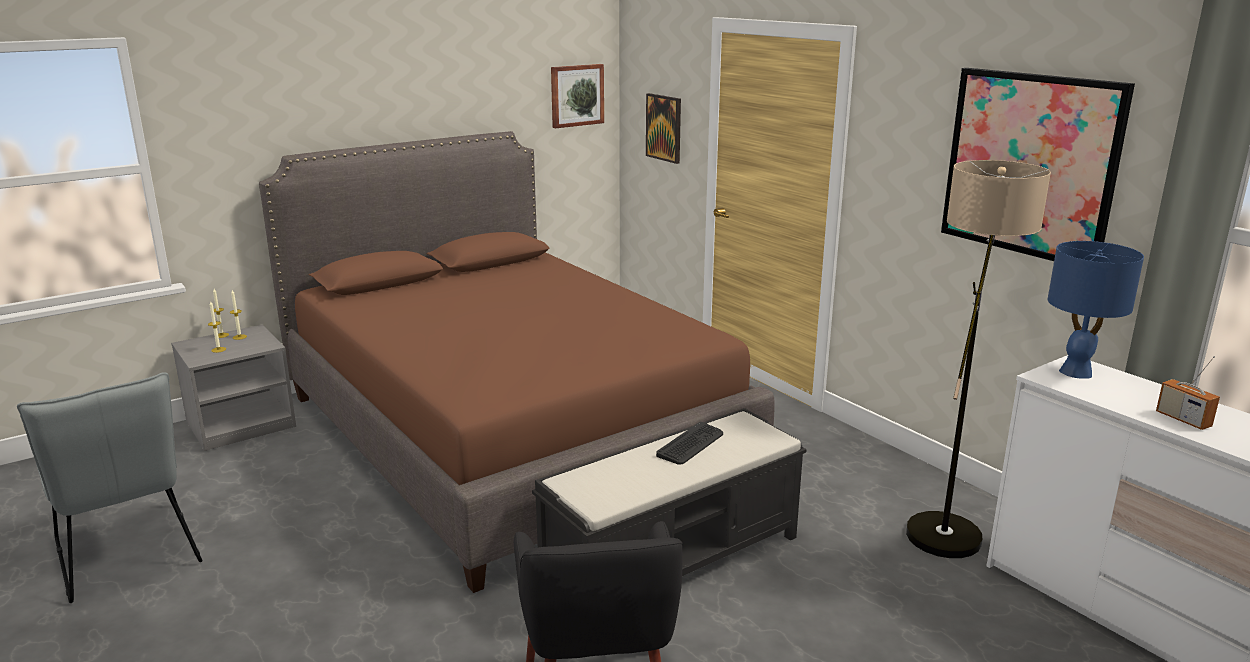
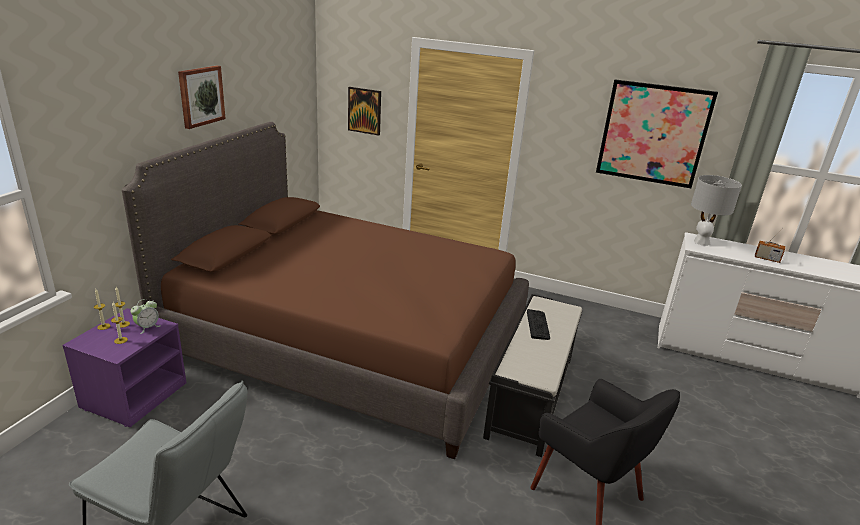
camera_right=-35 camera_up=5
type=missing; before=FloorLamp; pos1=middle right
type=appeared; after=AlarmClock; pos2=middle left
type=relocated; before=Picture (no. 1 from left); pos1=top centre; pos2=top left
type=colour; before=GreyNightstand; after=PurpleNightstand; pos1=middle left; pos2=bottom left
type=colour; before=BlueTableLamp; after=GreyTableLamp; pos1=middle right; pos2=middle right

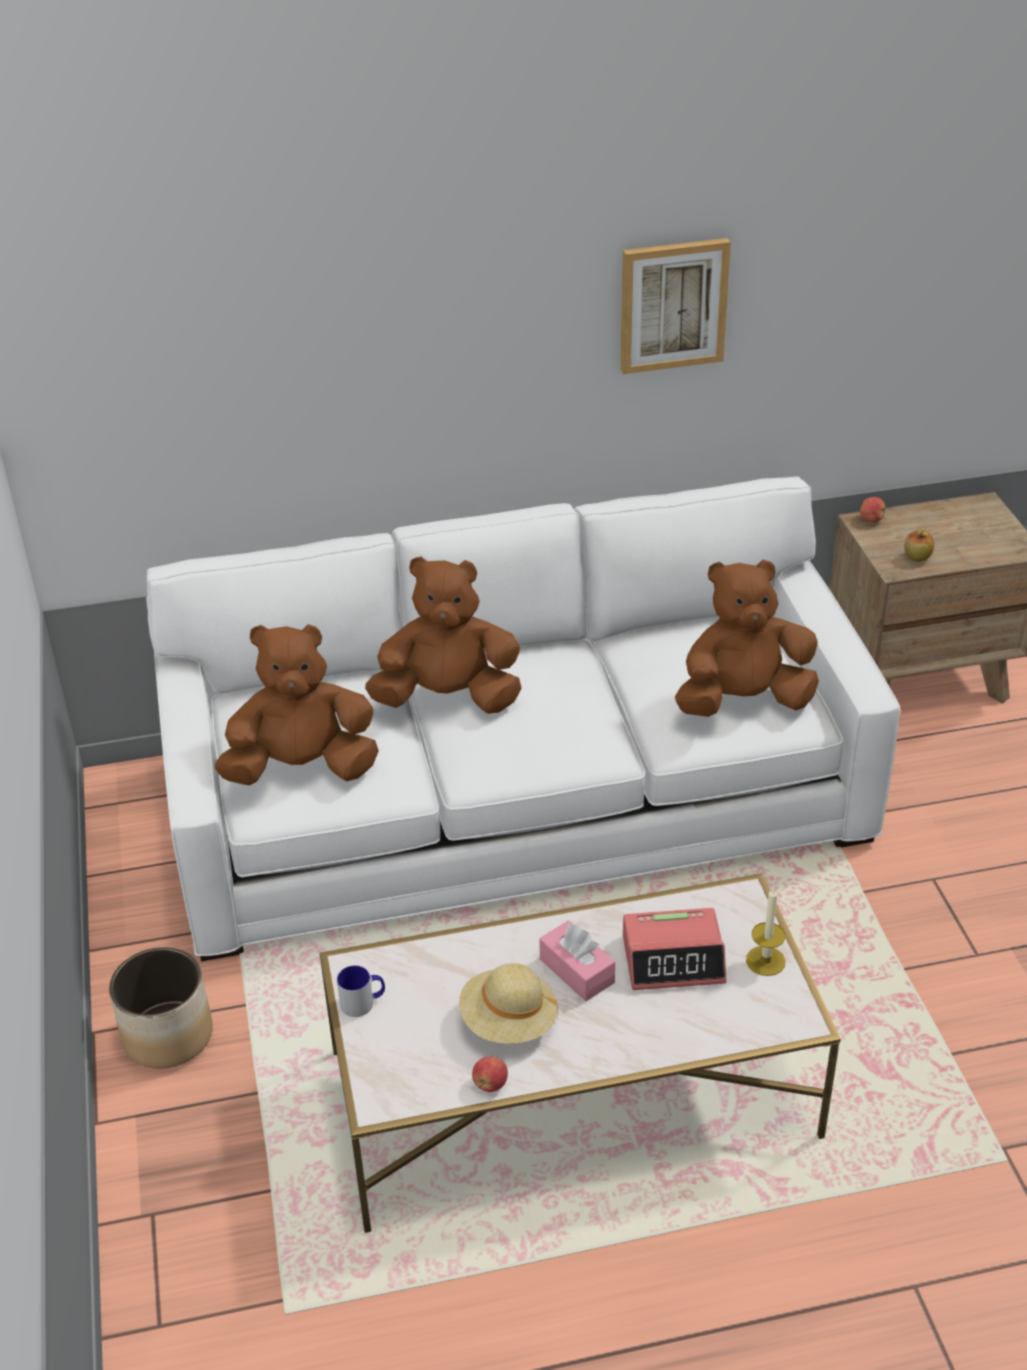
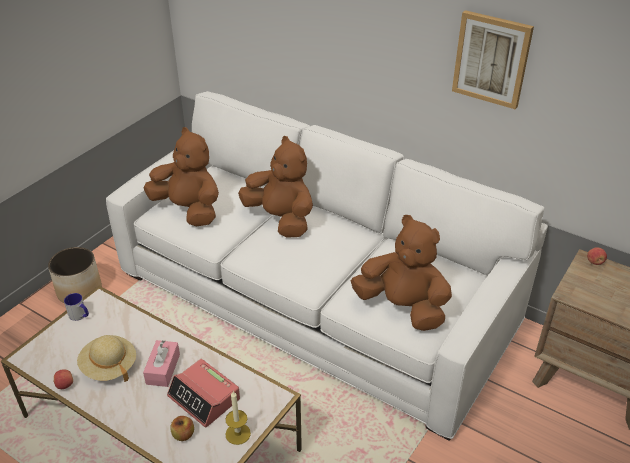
camera_right=45 camera_up=0
type=relocated; before=Apple (no. 3 from left in the first image); after=Apple (no. 2 from left); pos1=middle right; pos2=bottom left

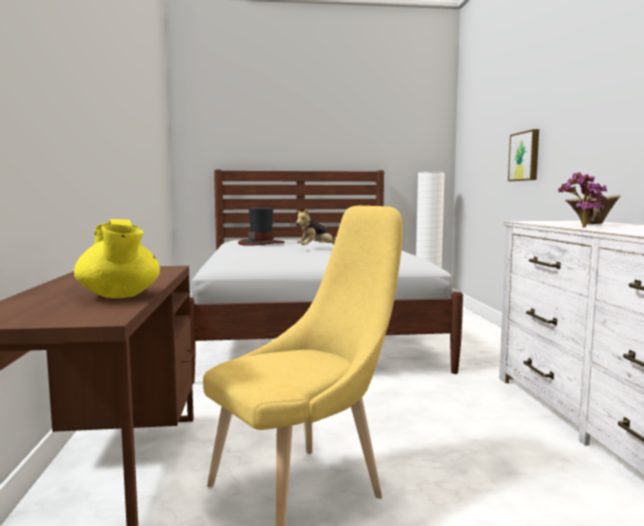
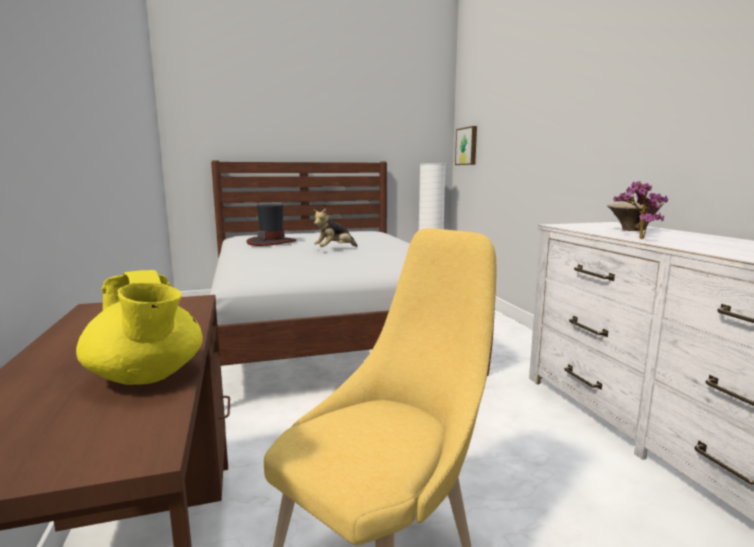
camera_right=-10 camera_up=5
type=relocated; before=Picture; pos1=top right; pos2=top centre

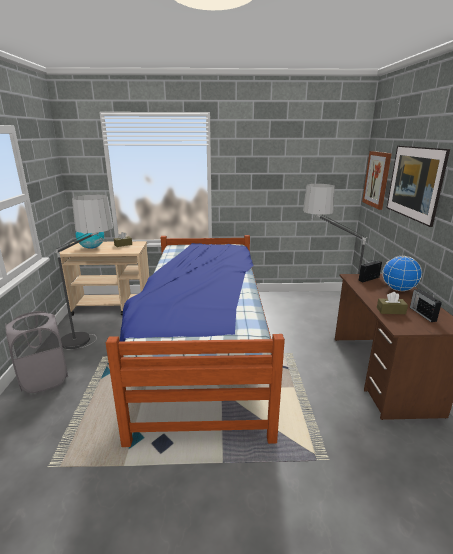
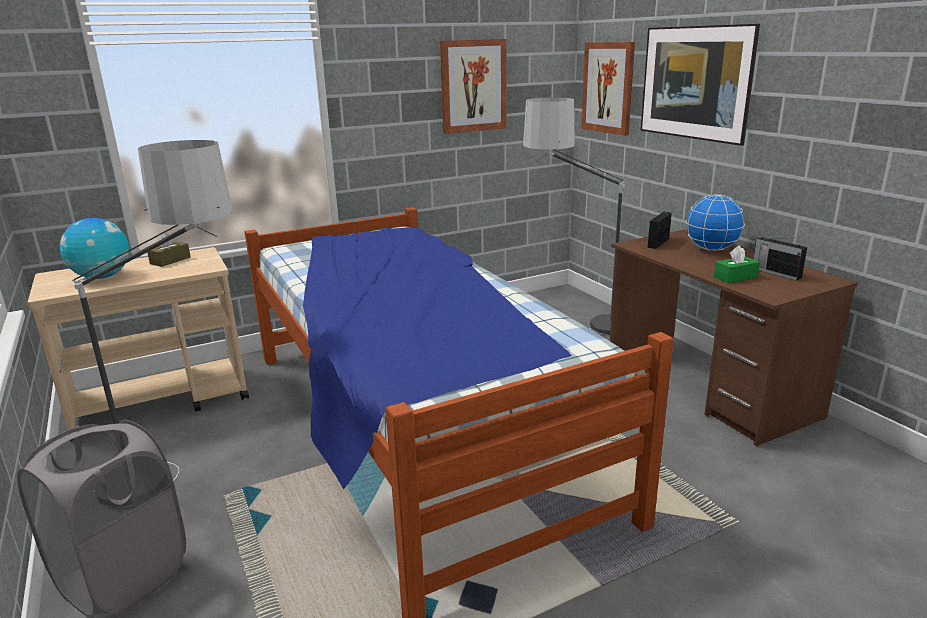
camera_right=-25 camera_up=0
type=appeared; after=Picture (no. 1 from left); pos2=top centre
type=colour; before=BrownTissueBox (no. 2 from left); after=GreenTissueBox; pos1=middle right; pos2=middle right

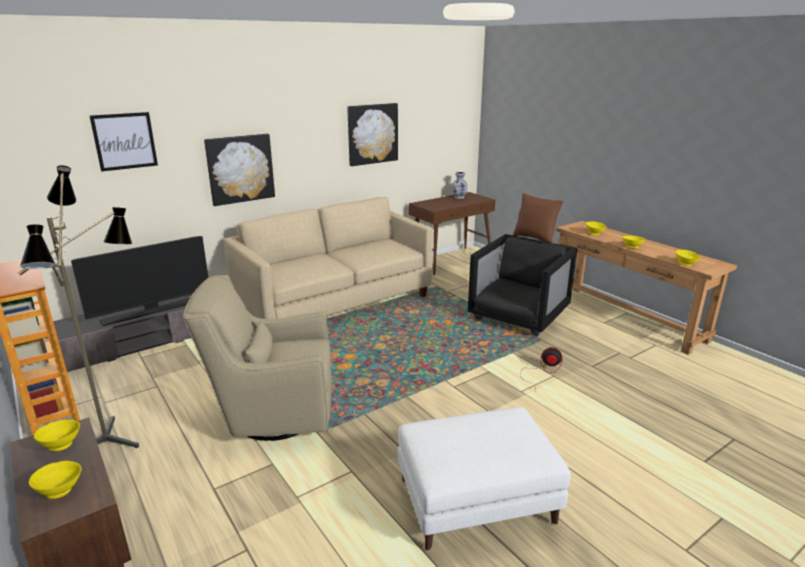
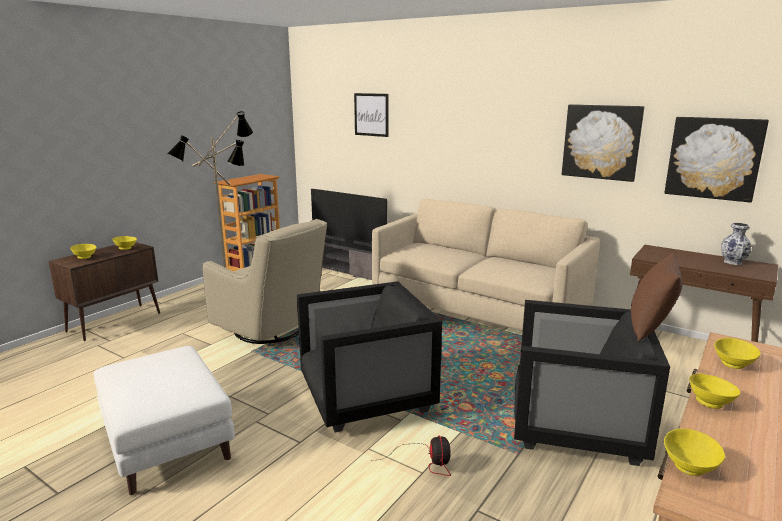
camera_right=70 camera_up=-5
type=appeared; after=BlackArmchair (no. 1 from left); pos2=bottom centre
type=relocated; before=Picture (no. 2 from left in the first image); after=Picture (no. 3 from left); pos1=top left; pos2=top right
type=spun; before=BeigeArmchair; pos1=middle left; pos2=centre; turn=150

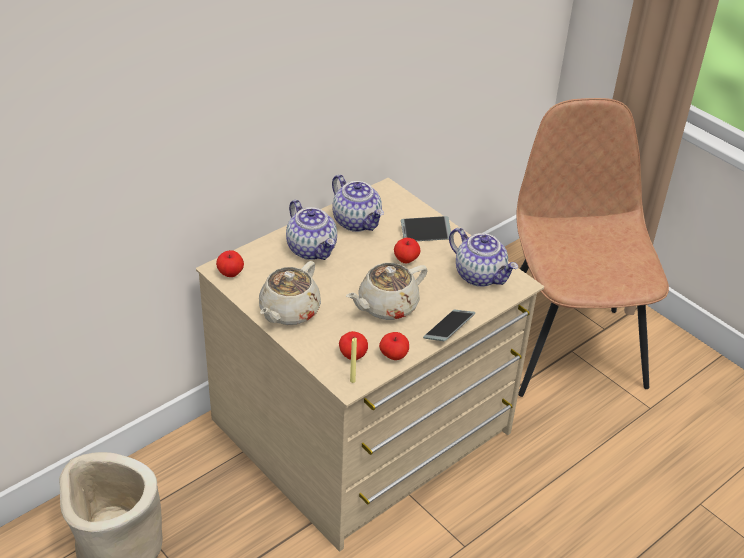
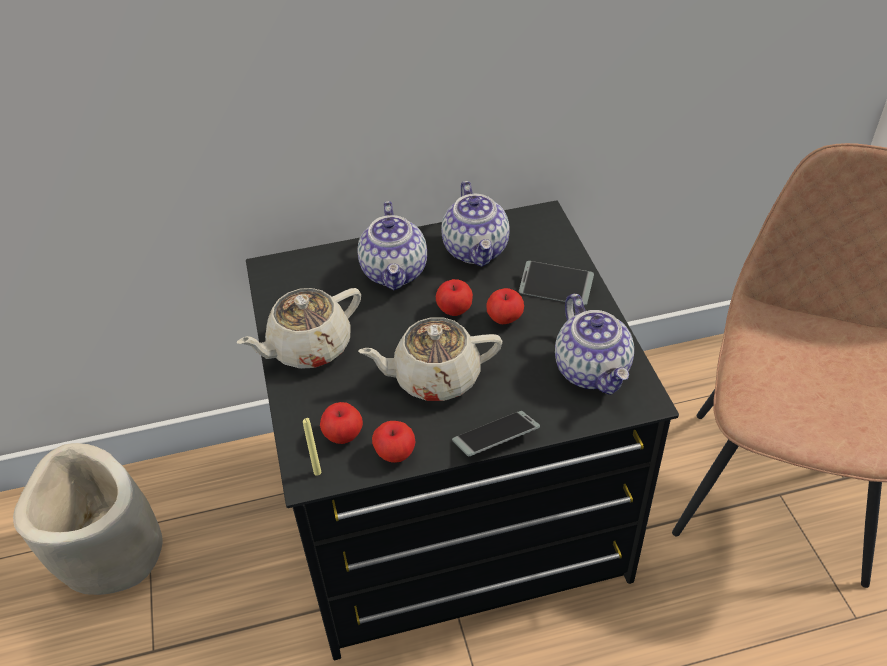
camera_right=30 camera_up=5
type=relocated; before=Apple (no. 1 from left in the first image); after=Apple (no. 3 from left); pos1=middle left; pos2=centre
type=colour; before=BeigeDresser; after=BlackDresser; pos1=centre; pos2=centre

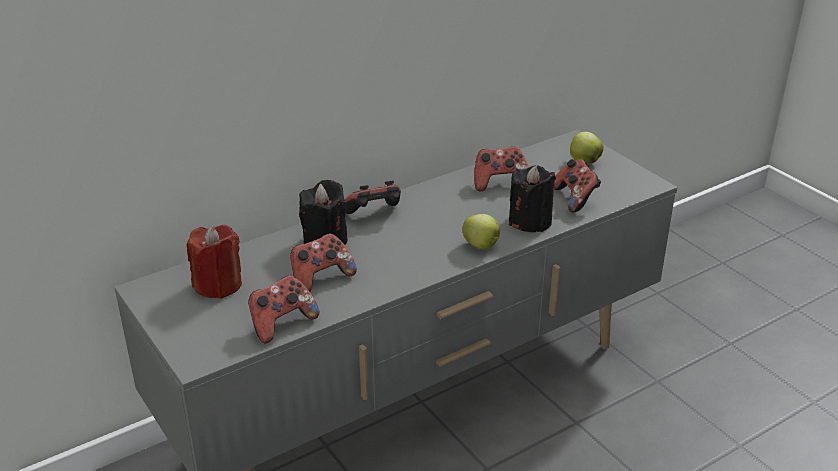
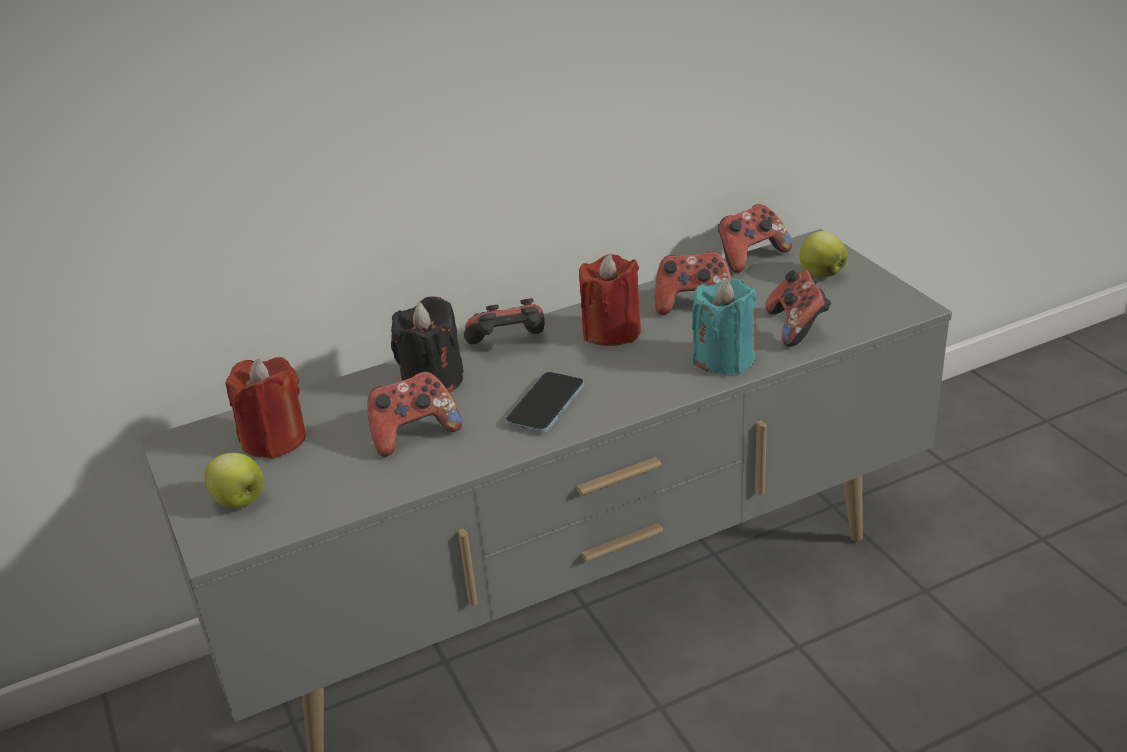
camera_right=10 camera_up=0
type=appeared; after=Phone; pos2=centre
type=appeared; after=RedCandle (no. 2 from left); pos2=centre
type=relocated; before=GameController (no. 1 from left in the first image); after=GameController (no. 4 from left); pos1=centre; pos2=top right
type=relocated; before=Apple (no. 1 from left); pos1=centre; pos2=middle left
type=colour; before=BlackCandle (no. 2 from left); after=TurquoiseCandle; pos1=centre; pos2=centre

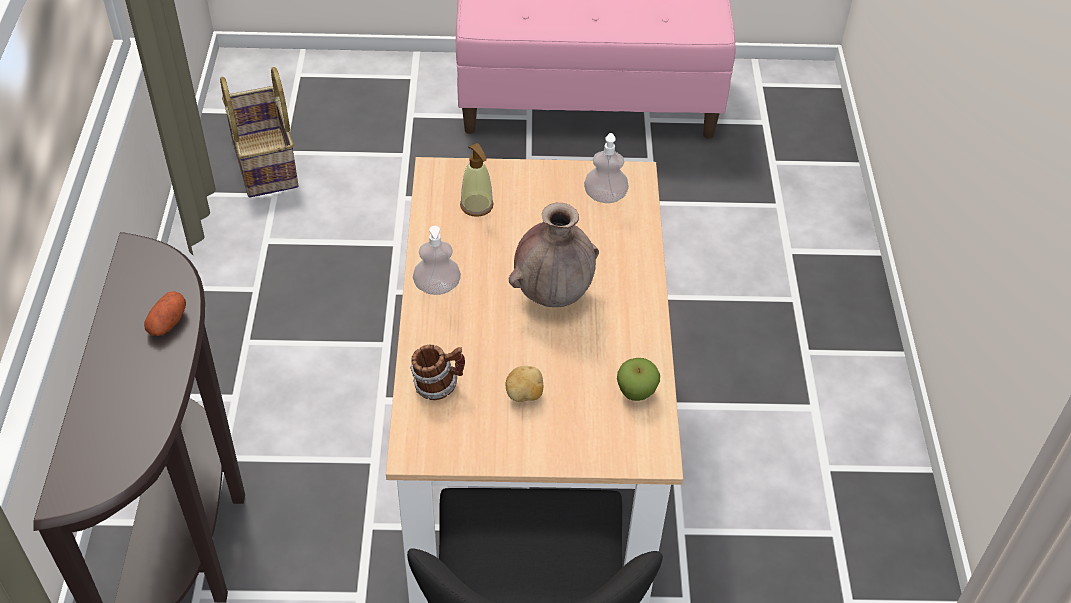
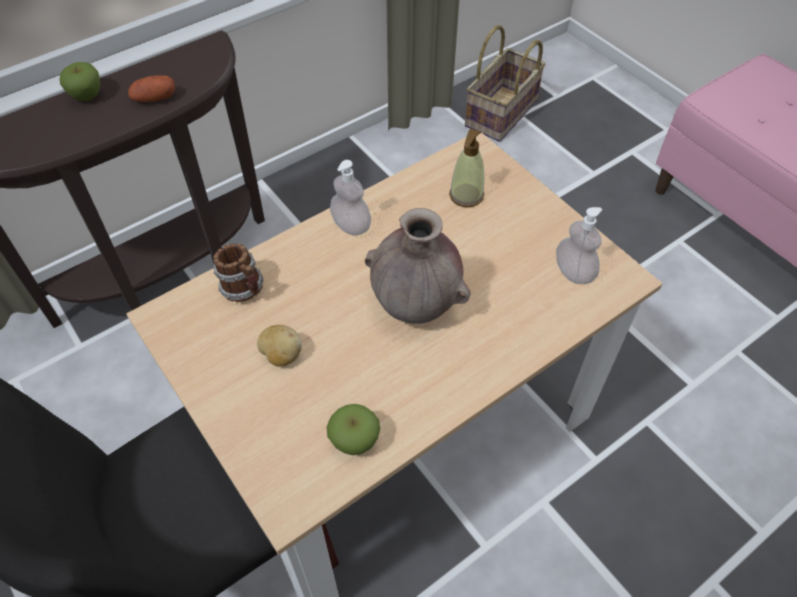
camera_right=55 camera_up=5
type=appeared; after=Apple (no. 1 from left); pos2=top left

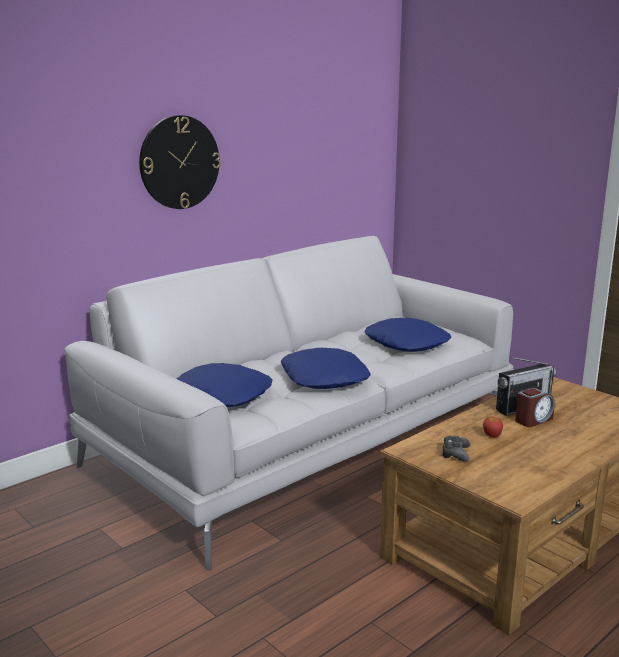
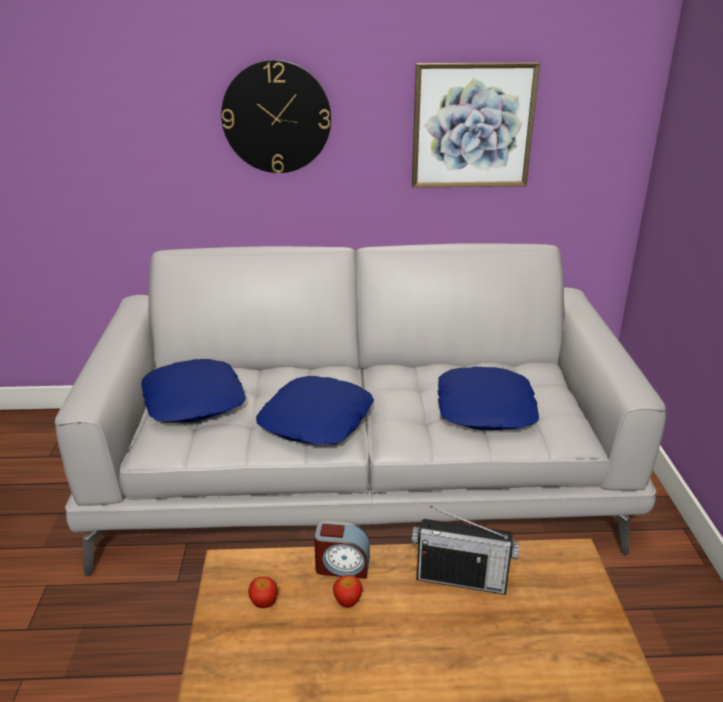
camera_right=40 camera_up=10
type=appeared; after=Picture; pos2=top centre
type=relocated; before=AlarmClock; pos1=middle right; pos2=bottom centre
type=exchanged; before=BlackGameController; after=Apple (no. 1 from left); pos1=bottom right; pos2=bottom centre

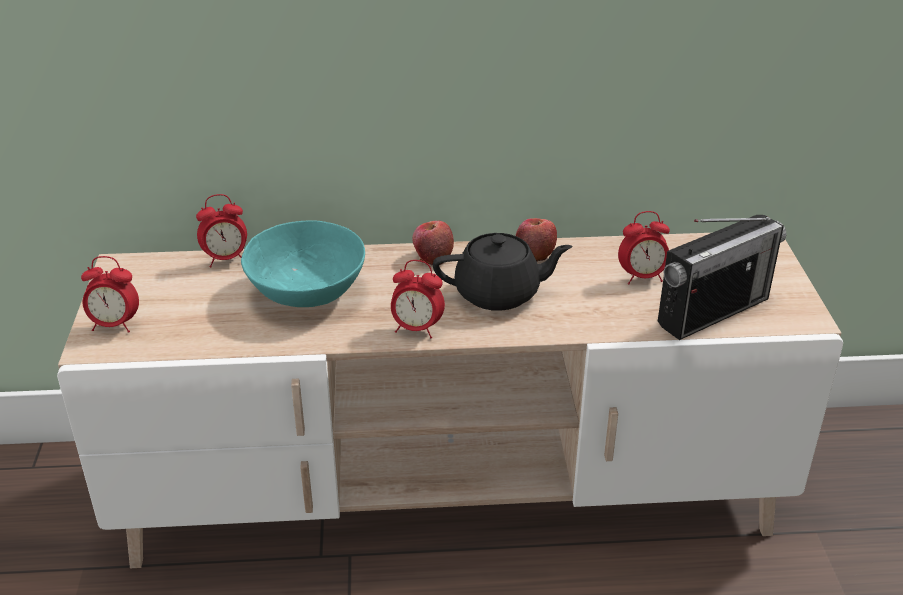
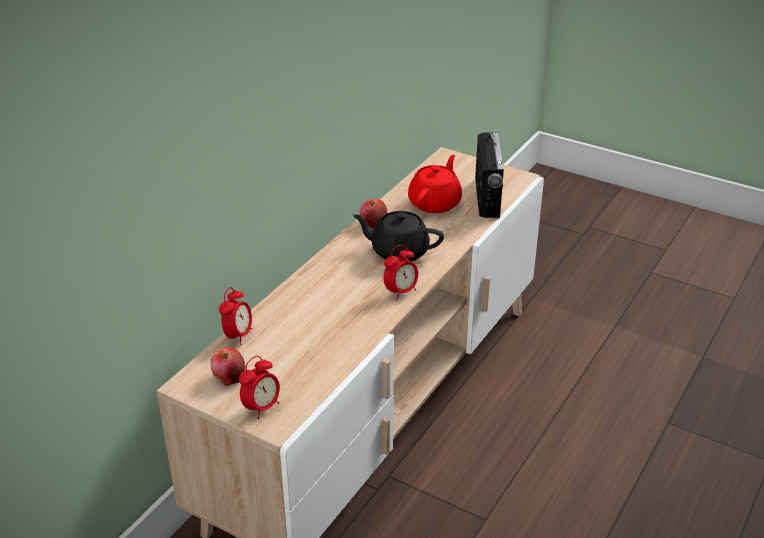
camera_right=-55 camera_up=0
type=missing; before=TurquoiseBowl; pos1=centre
type=relocated; before=Apple (no. 1 from left); pos1=centre; pos2=bottom left
type=exchanged; before=AlarmClock (no. 4 from left); after=RedTeapot; pos1=middle right; pos2=centre
type=spun; before=BlackTeapot; pos1=centre; pos2=centre; turn=-105

